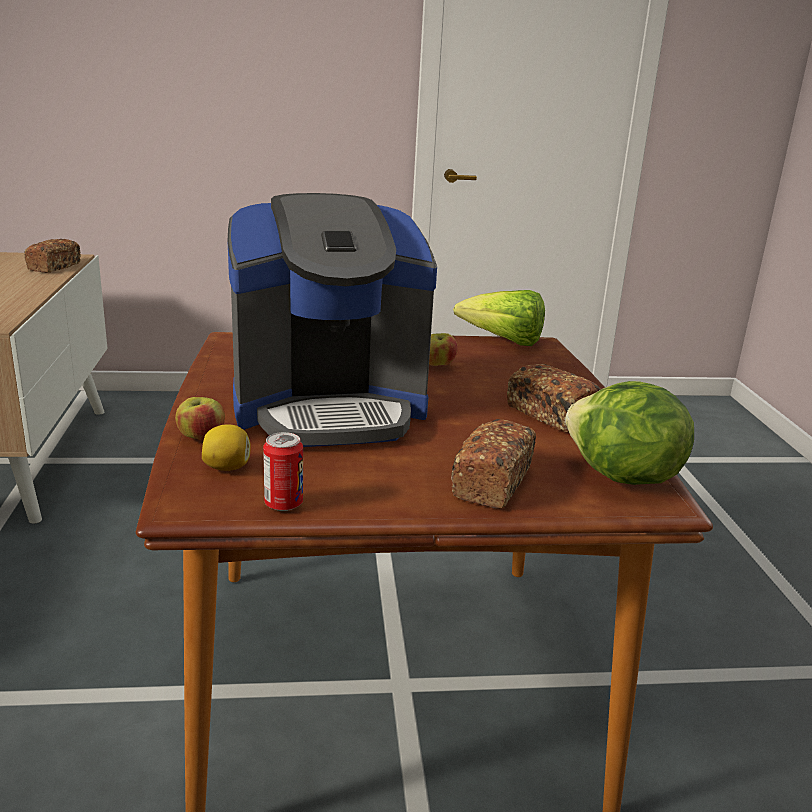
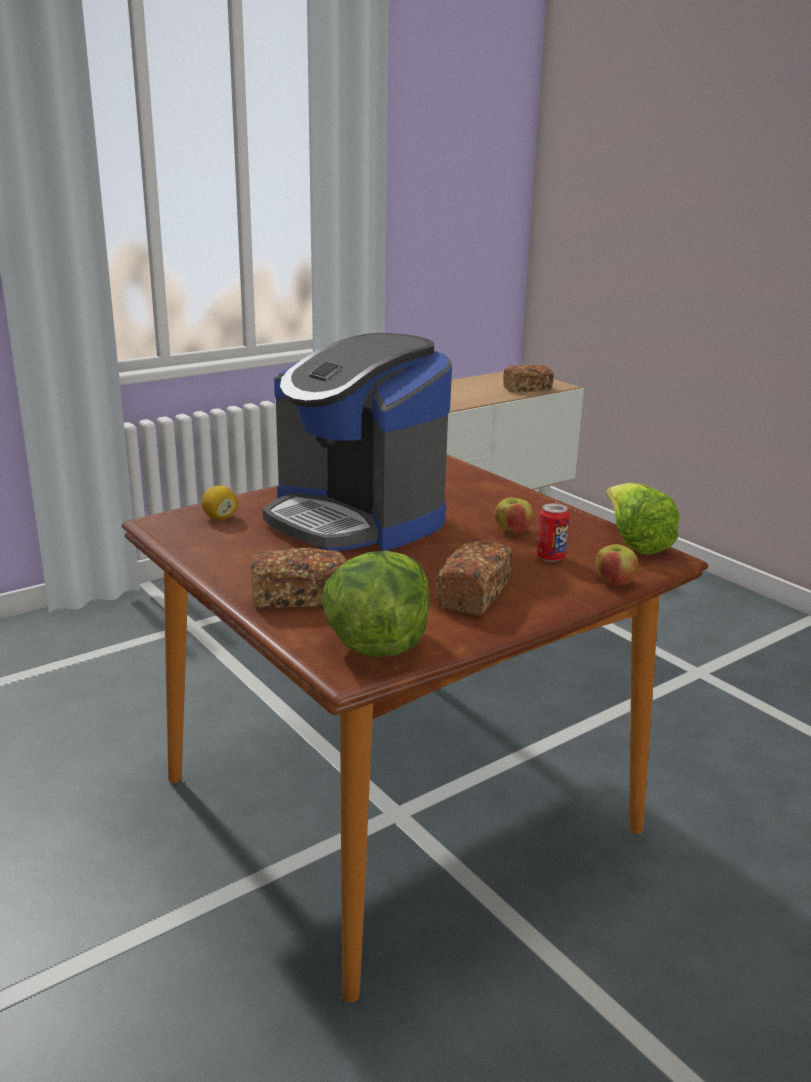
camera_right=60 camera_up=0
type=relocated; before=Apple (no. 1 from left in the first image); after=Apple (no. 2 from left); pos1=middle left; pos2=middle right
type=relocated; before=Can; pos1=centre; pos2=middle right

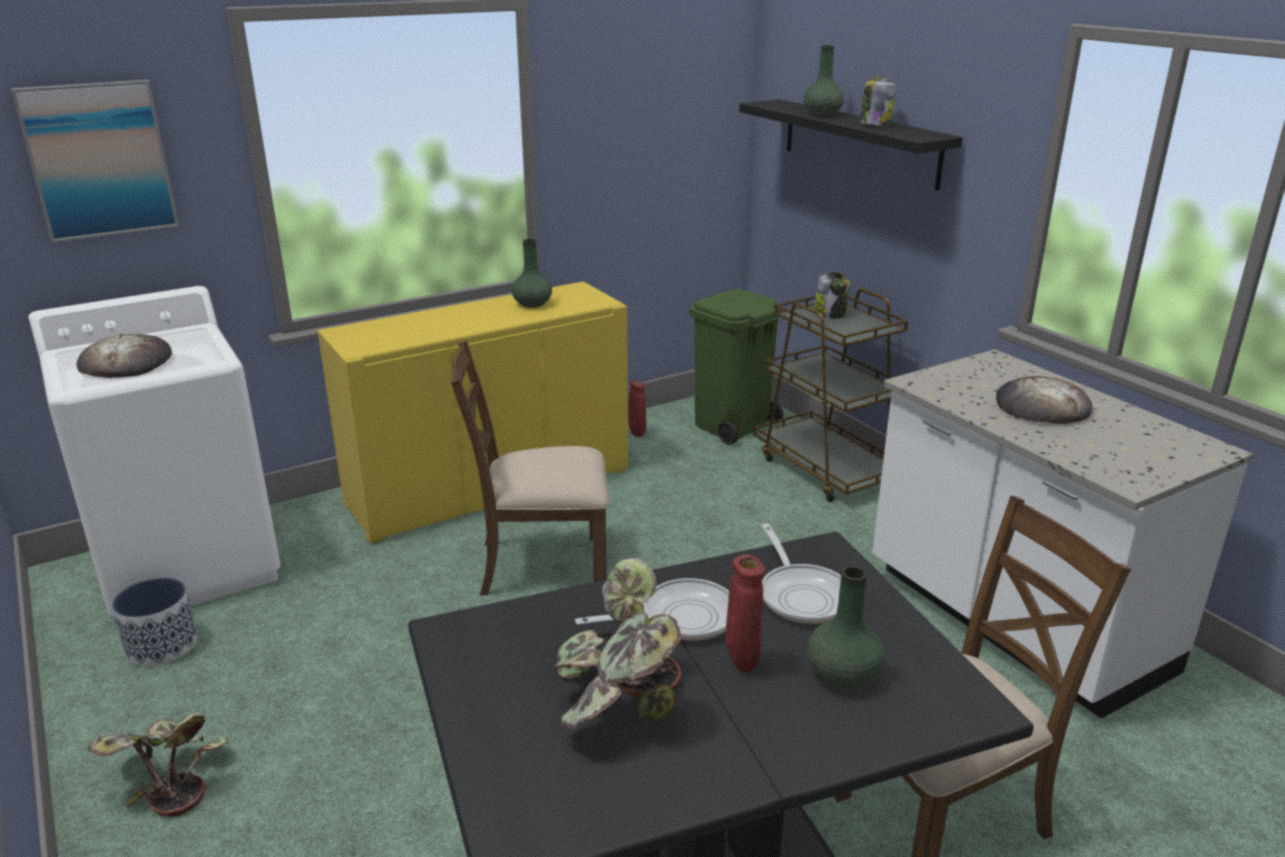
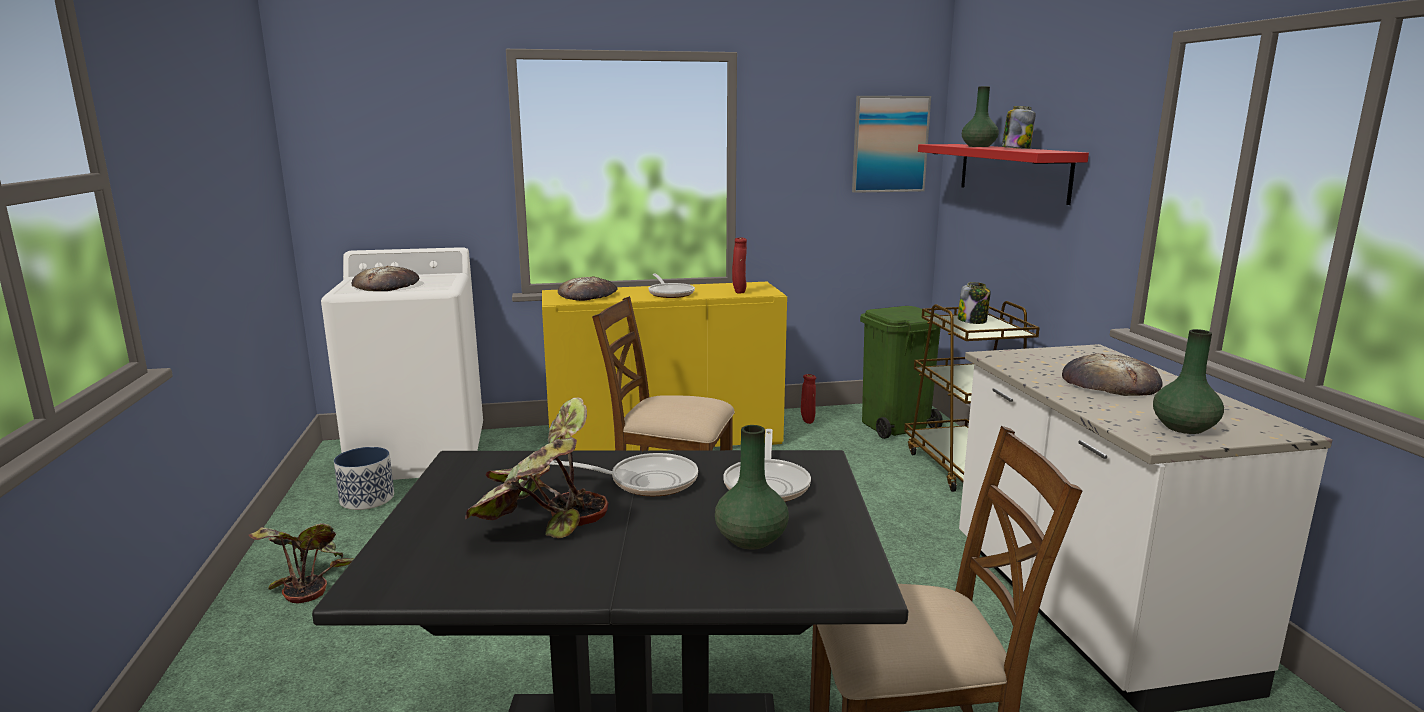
camera_right=20 camera_up=-10
type=appeared; after=Bread (no. 2 from left); pos2=centre
type=appeared; after=FryingPan (no. 2 from left); pos2=centre
type=relocated; before=Picture; pos1=top left; pos2=top centre
type=relocated; before=GreenVase (no. 1 from left in the first image); after=GreenVase (no. 3 from left); pos1=top centre; pos2=middle right
type=relocated; before=RedVase (no. 2 from left in the first image); after=RedVase (no. 1 from left); pos1=bottom centre; pos2=centre
type=colour; before=BlackShelf; after=RedShelf; pos1=top centre; pos2=top right

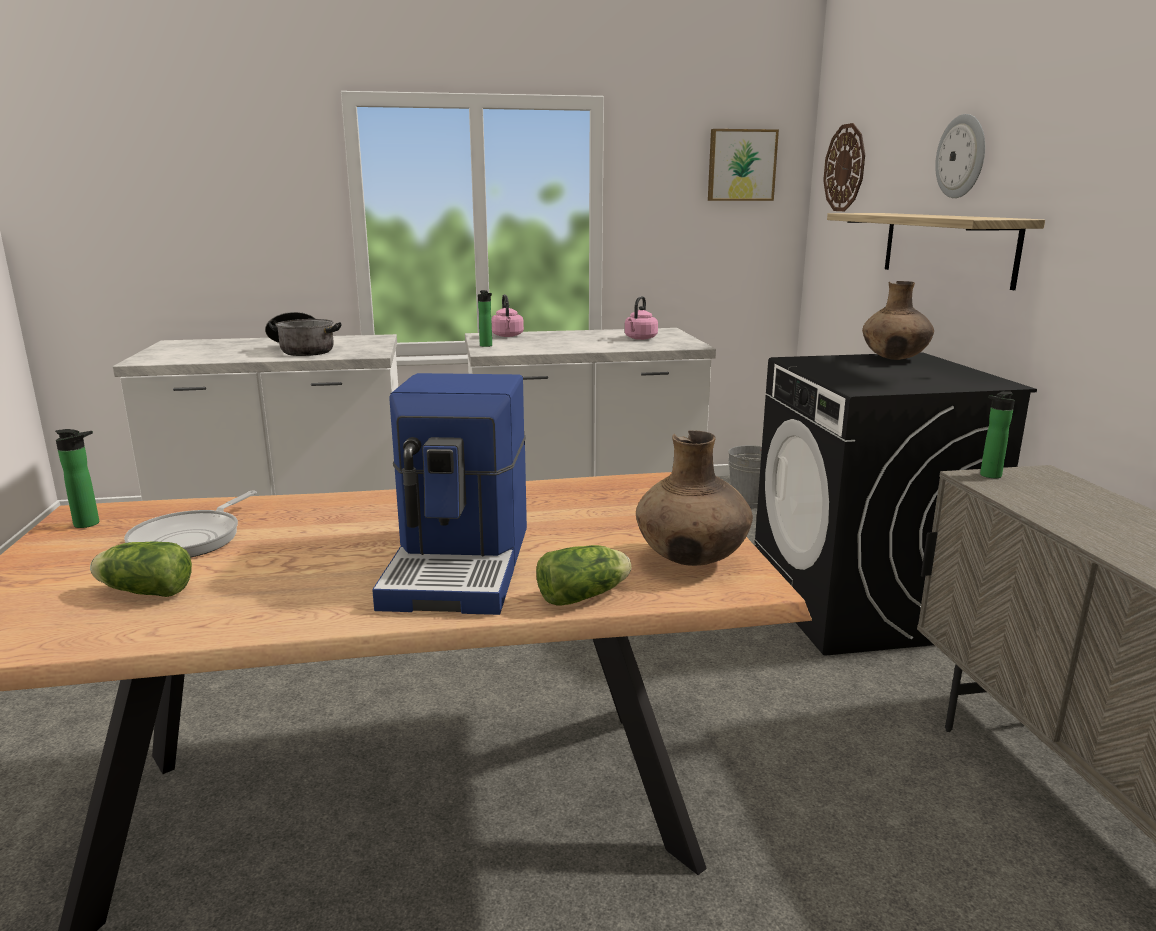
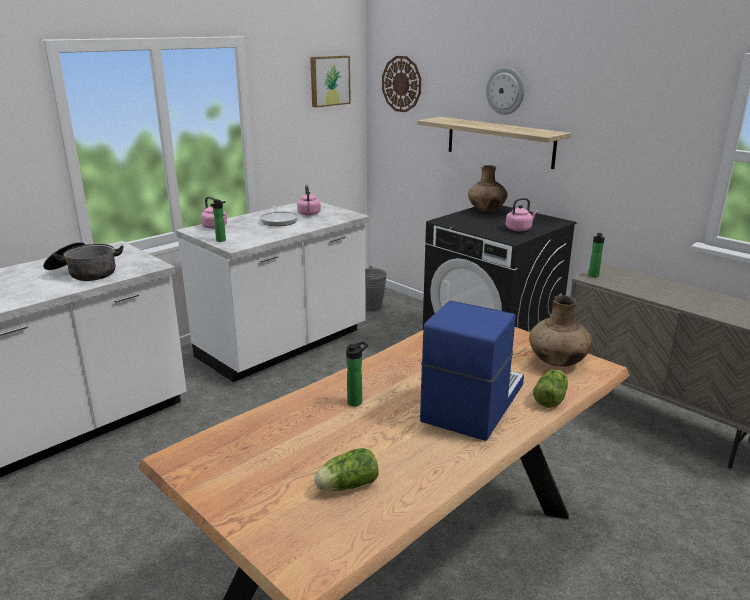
camera_right=-35 camera_up=5
type=appeared; after=PinkKettle (no. 3 from left); pos2=middle right
type=relocated; before=Bottle (no. 1 from left in the first image); after=Bottle (no. 2 from left); pos1=middle left; pos2=centre
type=relocated; before=FryingPan; pos1=middle left; pos2=centre
type=spun; before=CoffeeMachine; pos1=centre; pos2=centre; turn=-120

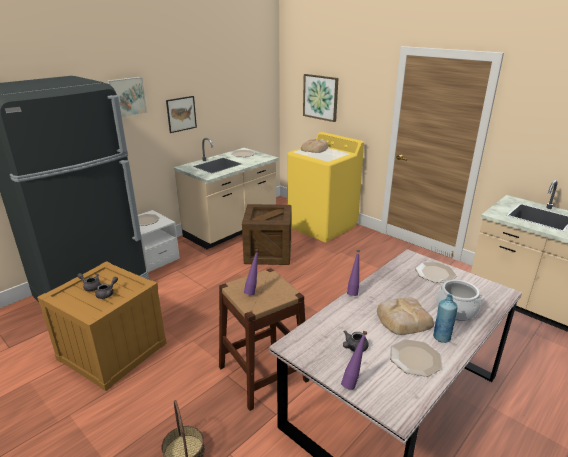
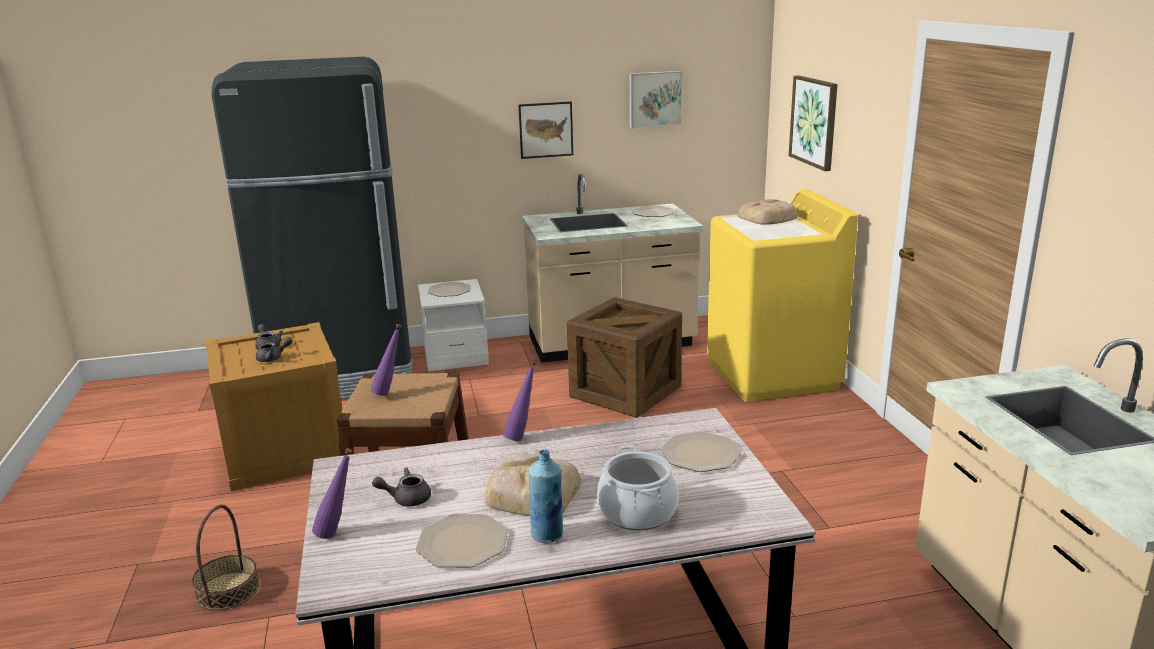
camera_right=35 camera_up=-5
type=relocated; before=Picture (no. 1 from left in the first image); after=Picture (no. 2 from left); pos1=top left; pos2=top centre

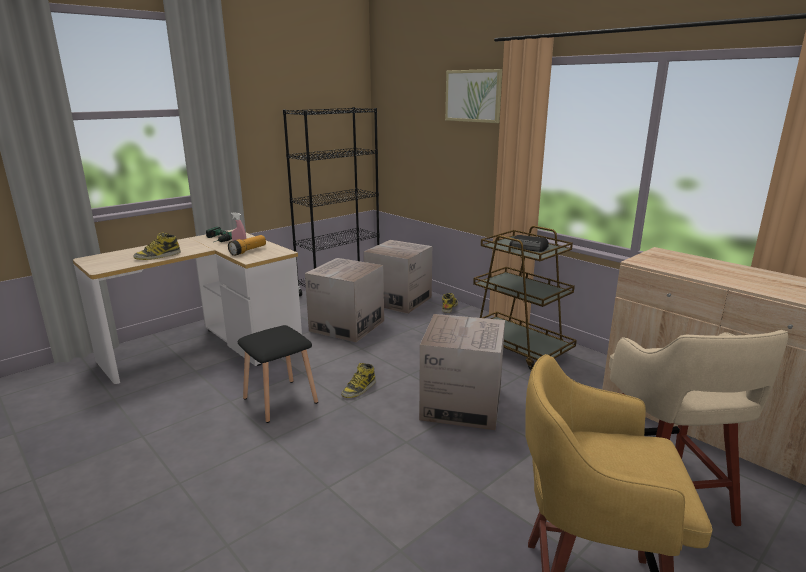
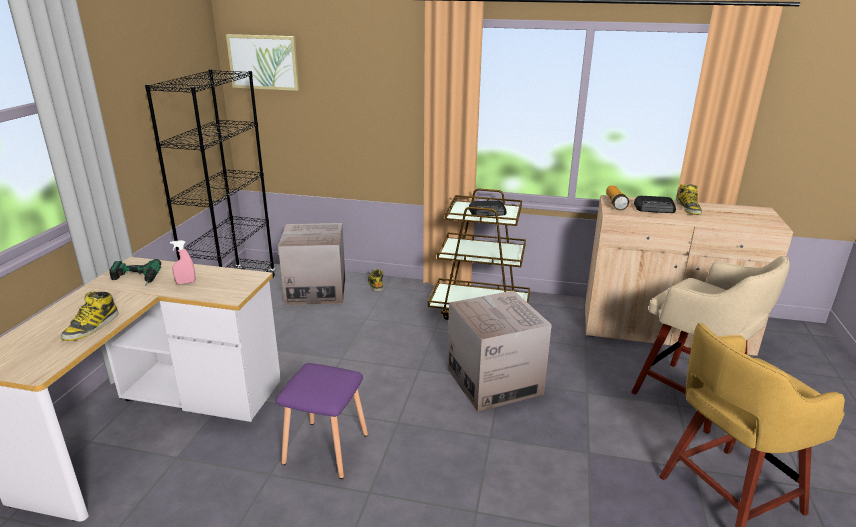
camera_right=-35 camera_up=5
type=missing; before=CardboardBox (no. 1 from left); pos1=centre
type=appeared; after=Radio (no. 2 from left); pos2=middle right
type=relocated; before=Flashlight; pos1=middle left; pos2=middle right
type=relocated; before=Boot (no. 2 from left in the first image); after=Boot (no. 3 from left); pos1=centre; pos2=middle right
type=relocated; before=Picture; pos1=top centre; pos2=top left
type=colour; before=BlackStool; after=PurpleStool; pos1=centre; pos2=bottom centre

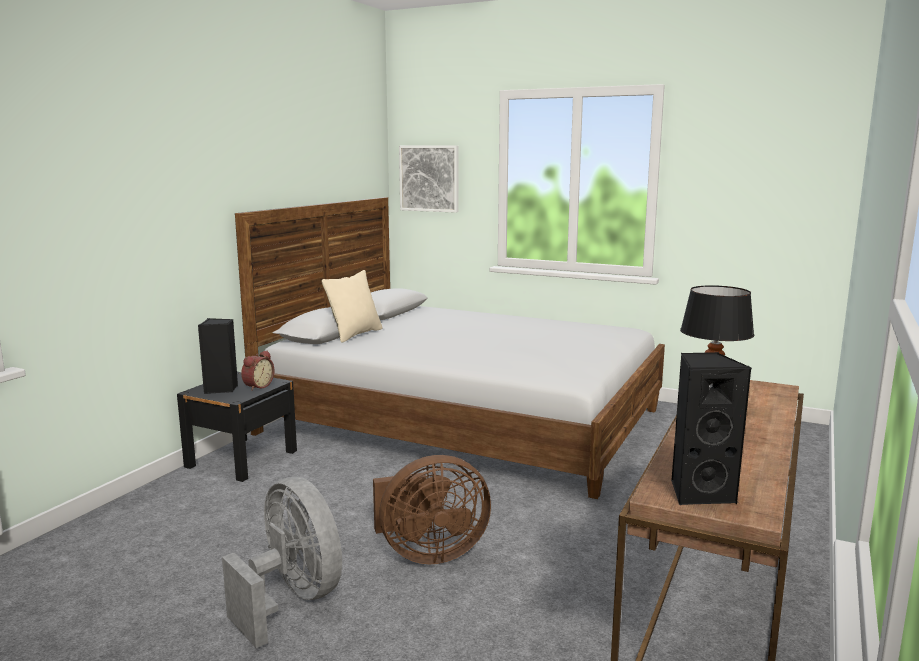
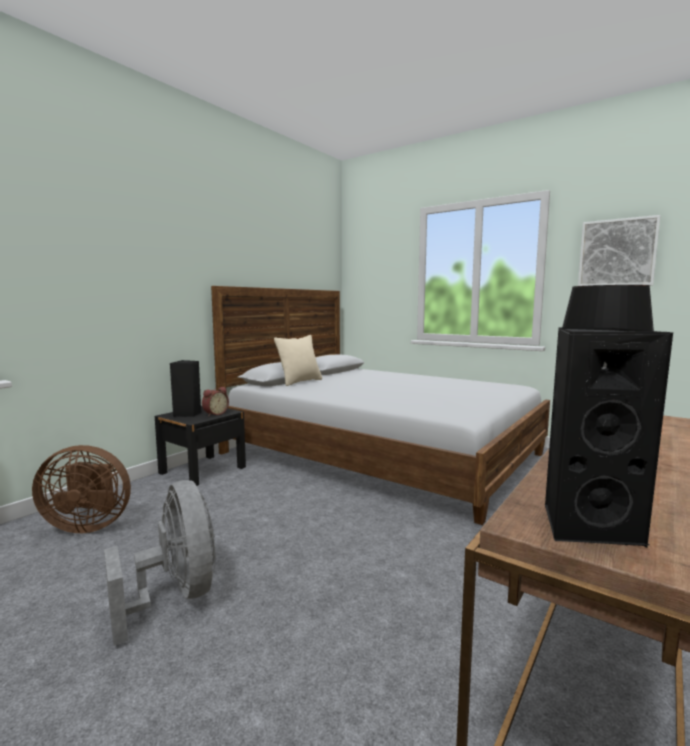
camera_right=10 camera_up=-5
type=relocated; before=BrownFan; pos1=bottom centre; pos2=middle left
type=relocated; before=Picture; pos1=top centre; pos2=middle right

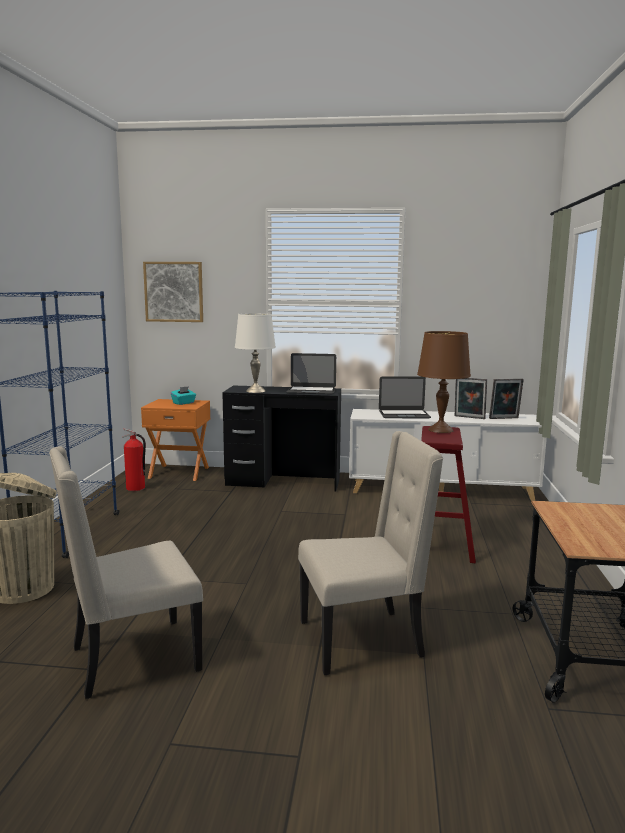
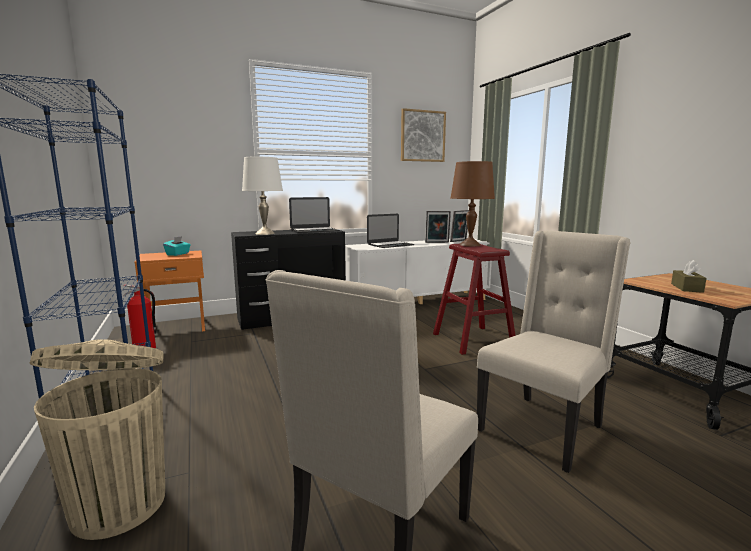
camera_right=-30 camera_up=0
type=appeared; after=BrownTissueBox; pos2=middle right
type=relocated; before=Picture; pos1=middle left; pos2=top centre

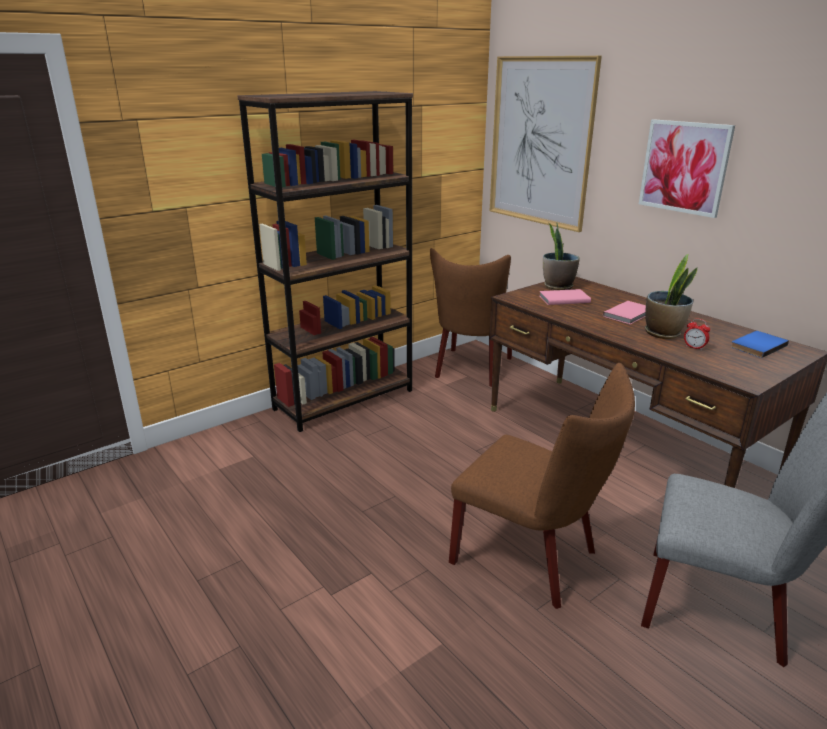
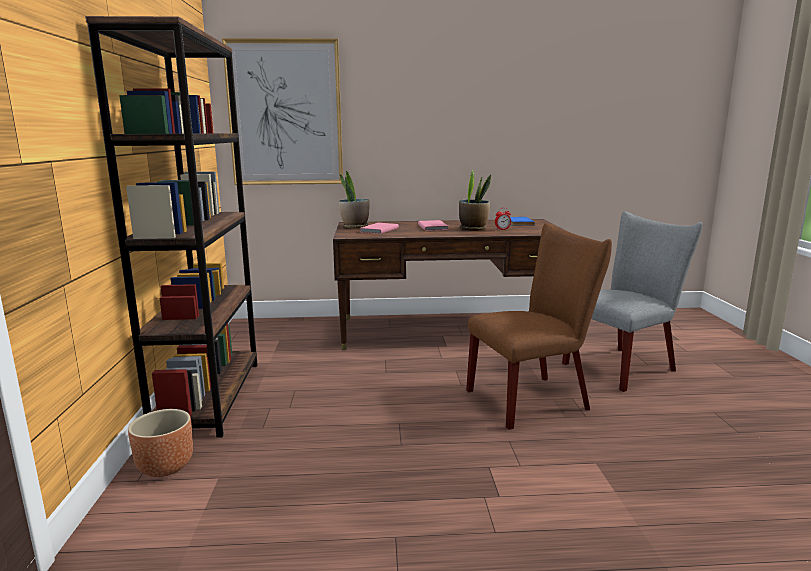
camera_right=-55 camera_up=-10
type=missing; before=BrownChair (no. 1 from left); pos1=centre
type=missing; before=Picture (no. 2 from left); pos1=top right
type=appeared; after=BrownPlanter; pos2=bottom left

